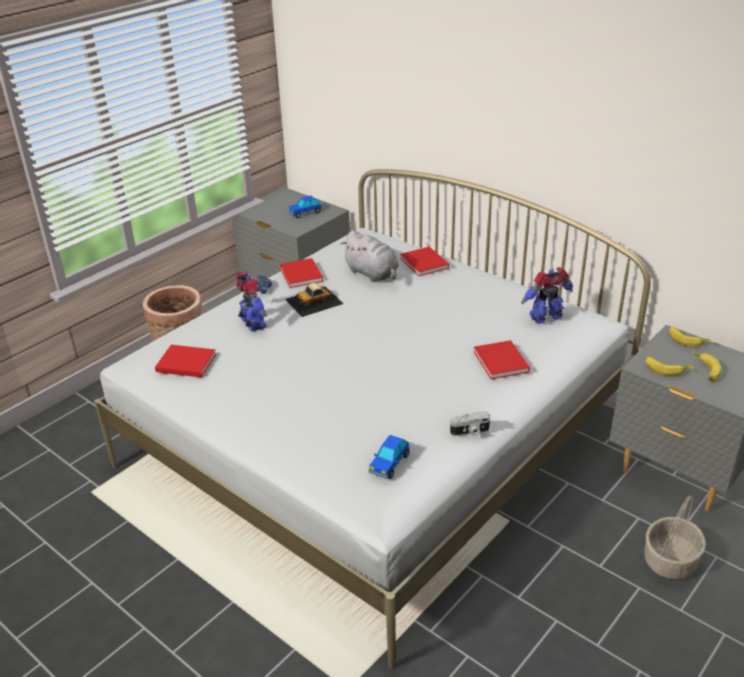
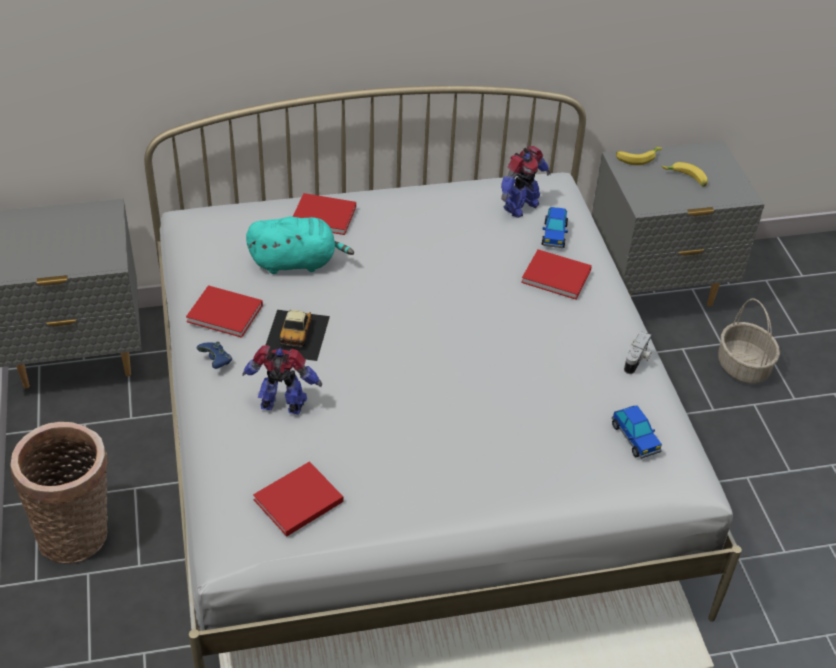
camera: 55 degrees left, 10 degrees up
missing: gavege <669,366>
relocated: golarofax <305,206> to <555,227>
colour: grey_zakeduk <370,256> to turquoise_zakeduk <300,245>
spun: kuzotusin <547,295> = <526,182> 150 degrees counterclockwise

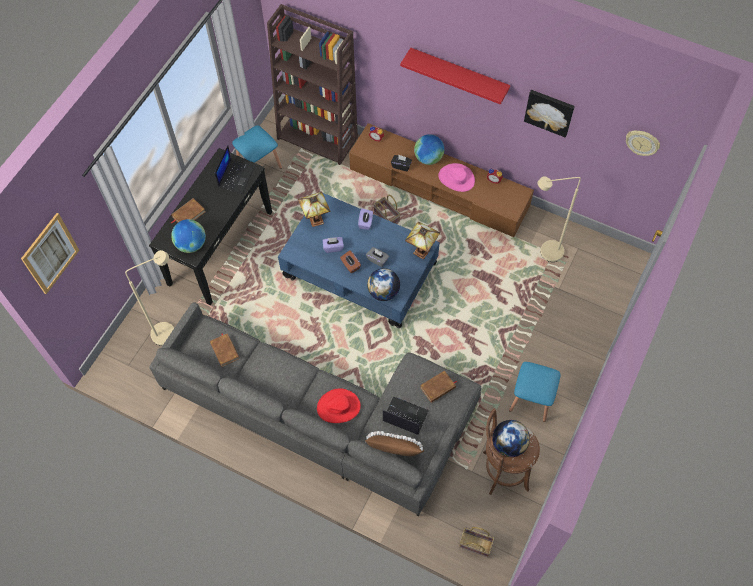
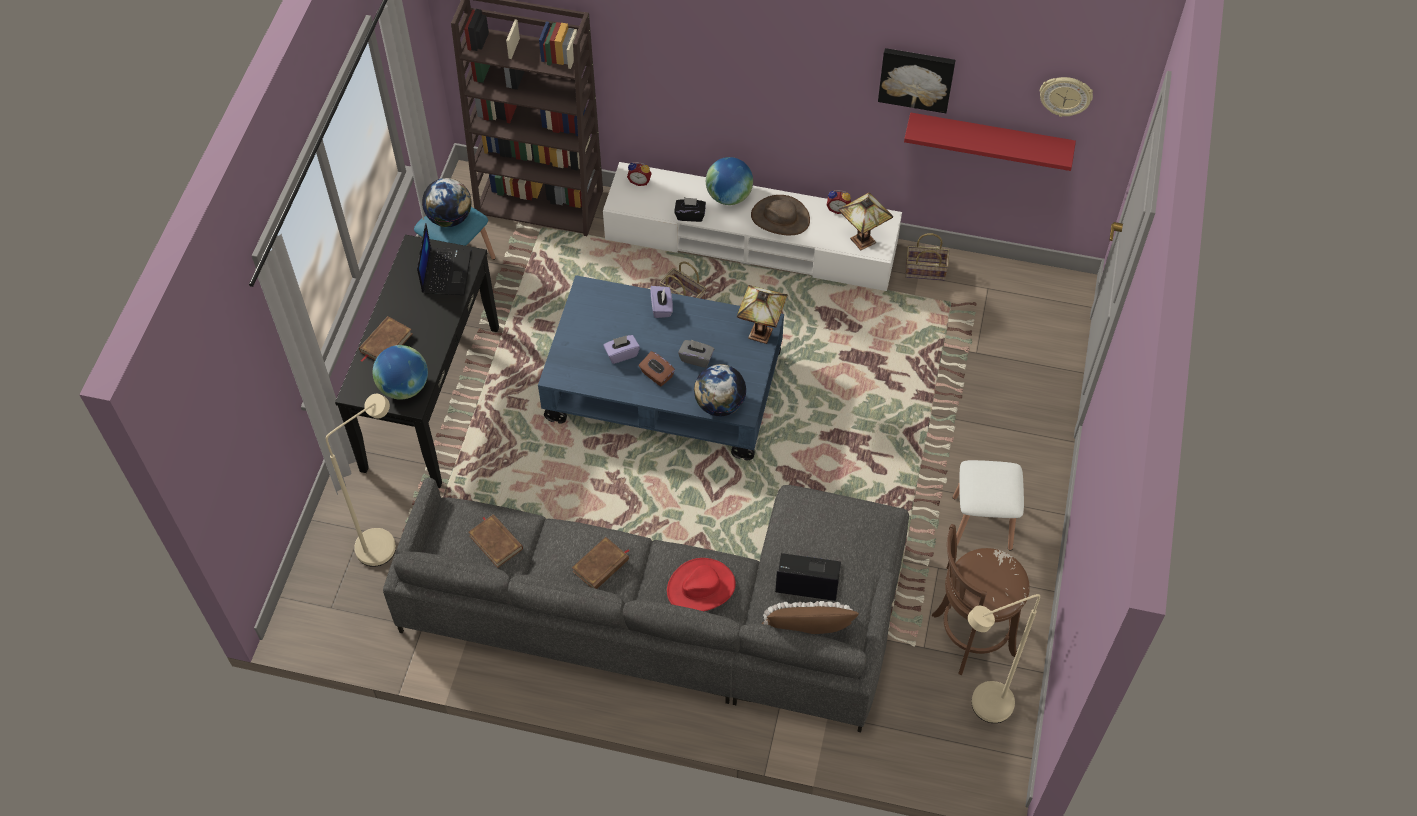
camera: 15 degrees left, 5 degrees down
missing: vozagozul <50,253>
relocated: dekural <314,209> to <865,221>; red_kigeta <455,76> to <990,142>; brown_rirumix <438,386> to <601,563>; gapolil <477,542> to <927,257>; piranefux <511,438> to <447,202>; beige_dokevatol <559,219> to <1004,658>
colour: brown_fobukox <441,180> to white_fobukox <752,226>; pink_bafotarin <456,177> to brown_bafotarin <780,215>; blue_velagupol <534,392> to white_velagupol <988,505>

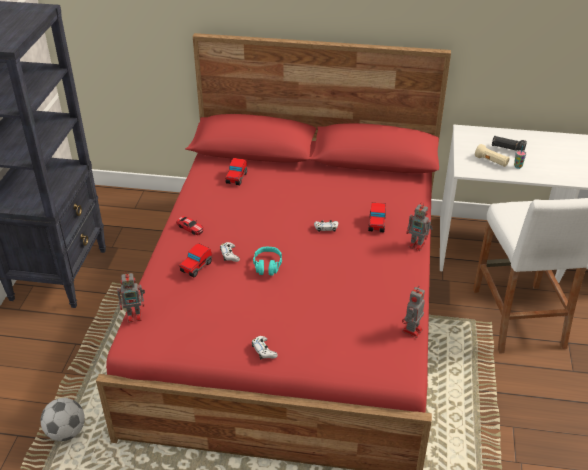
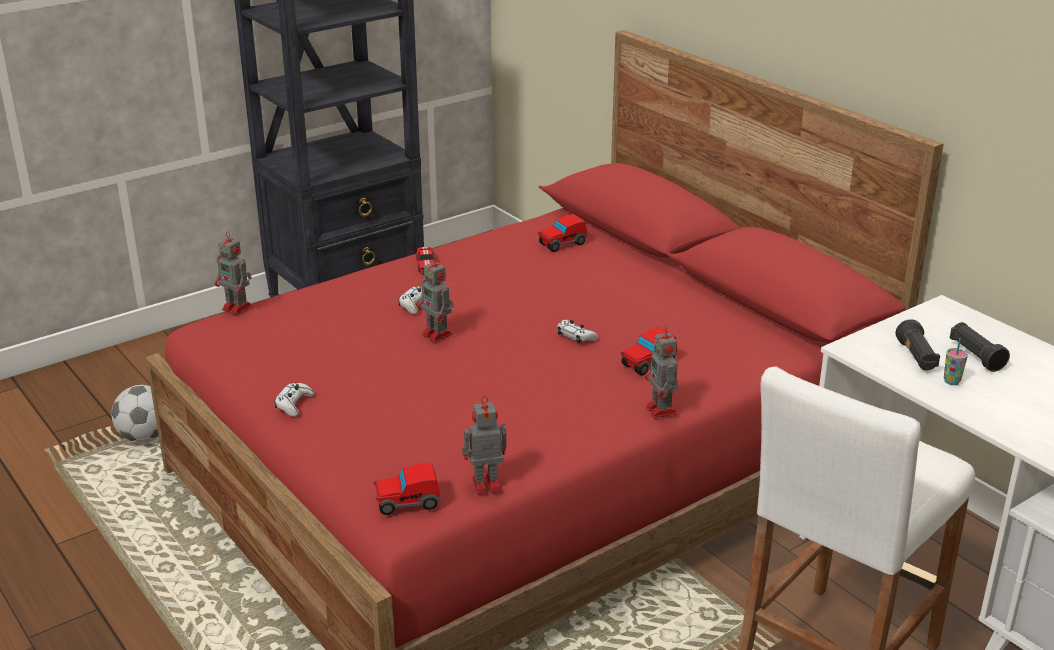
camera: 45 degrees right, 10 degrees down
relocated: golarofax <195,260> to <407,489>
exchanged: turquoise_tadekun <267,261> to kuzotusin <435,299>
colour: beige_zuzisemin <492,155> to black_zuzisemin <918,344>

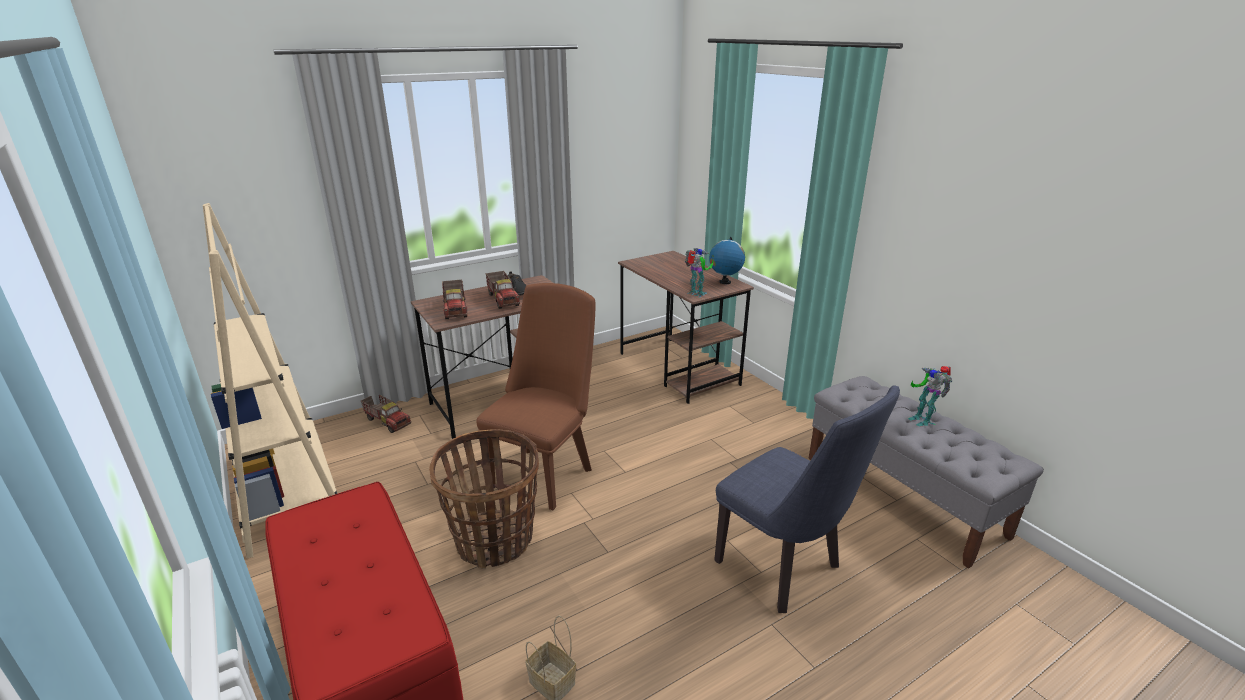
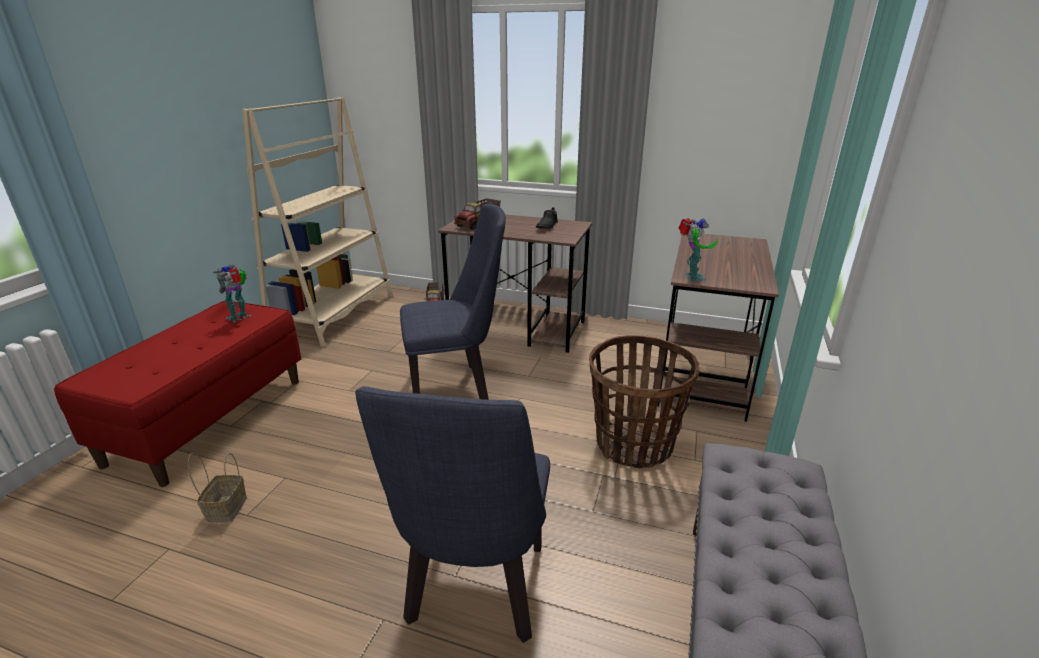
camera: 50 degrees right, 0 degrees up
missing: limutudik <502,290>; piranefux <727,260>
relocated: gapolil <484,499> to <644,401>; kuzotusin <930,396> to <232,294>
colour: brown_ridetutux <535,396> to blue_ridetutux <453,302>

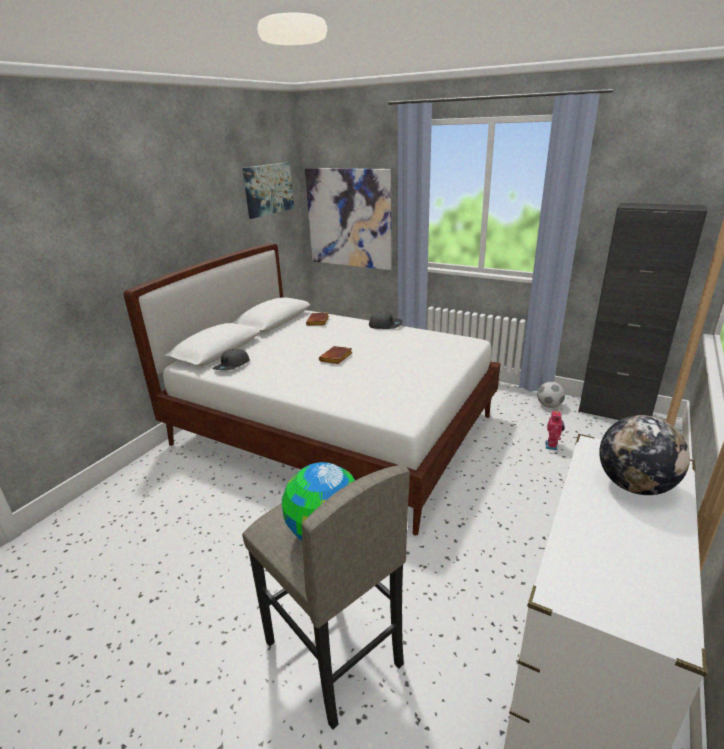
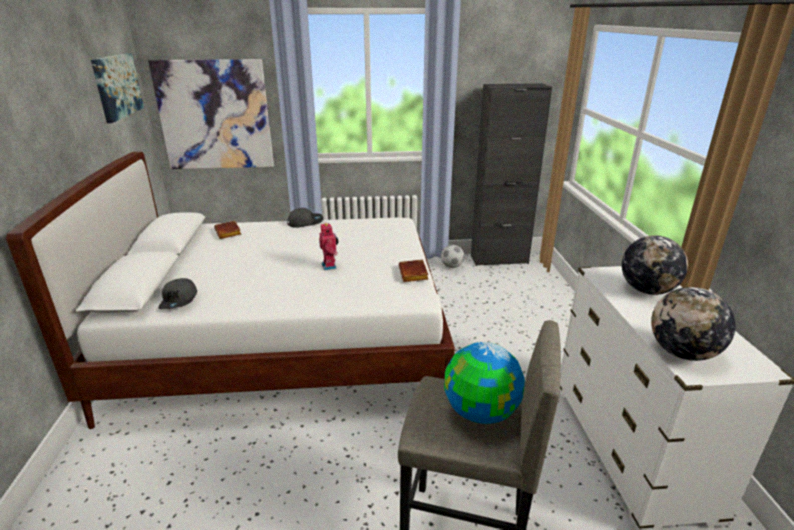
camera: 35 degrees left, 0 degrees up
appeared: piranefux <693,324>
relocated: brown_rirumix <336,355> to <414,270>; kuzotusin <555,430> to <328,246>

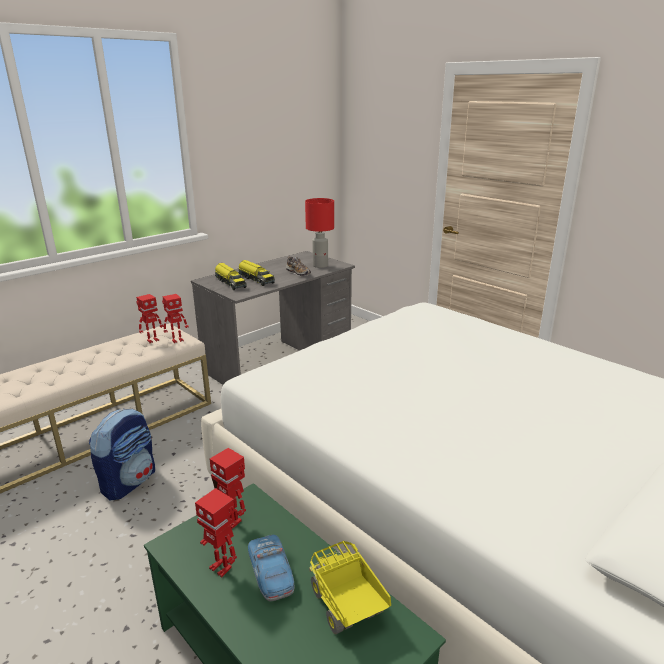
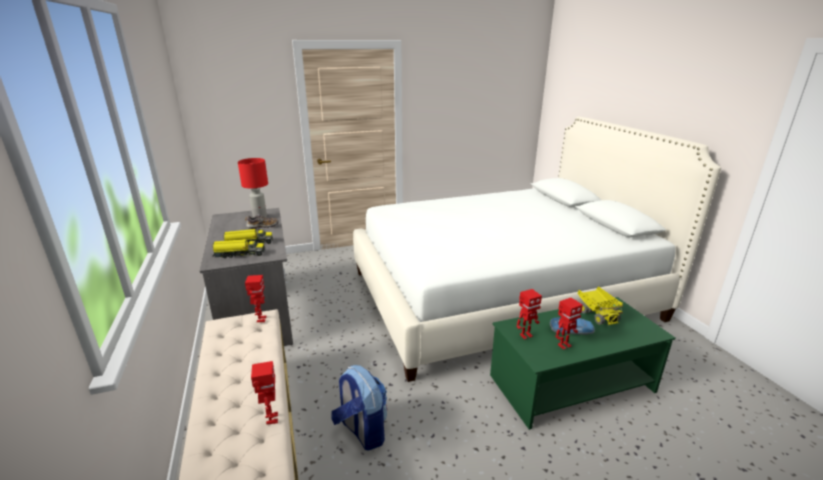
camera: 65 degrees left, 0 degrees up
relocated: kuzotusin <150,318> to <264,393>
spun: limutudik <350,587> = <600,305> 105 degrees counterclockwise

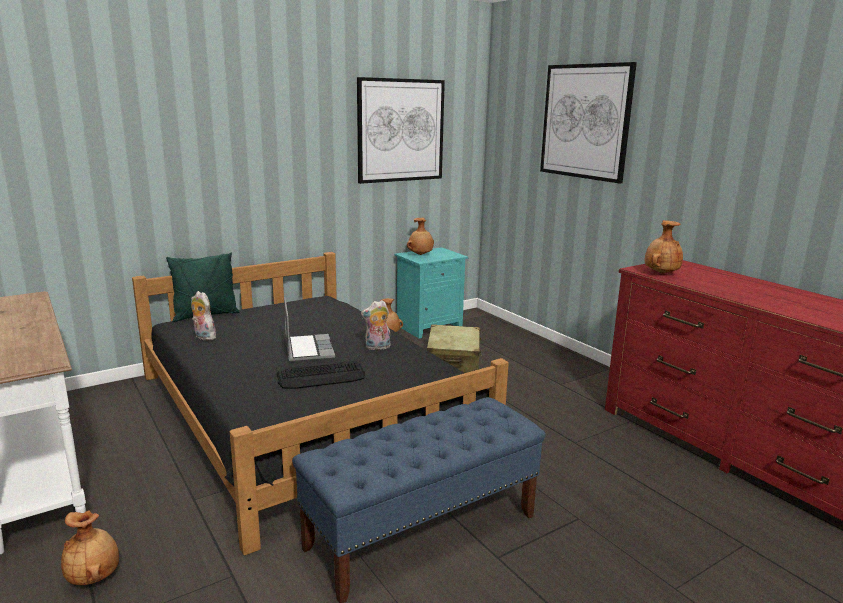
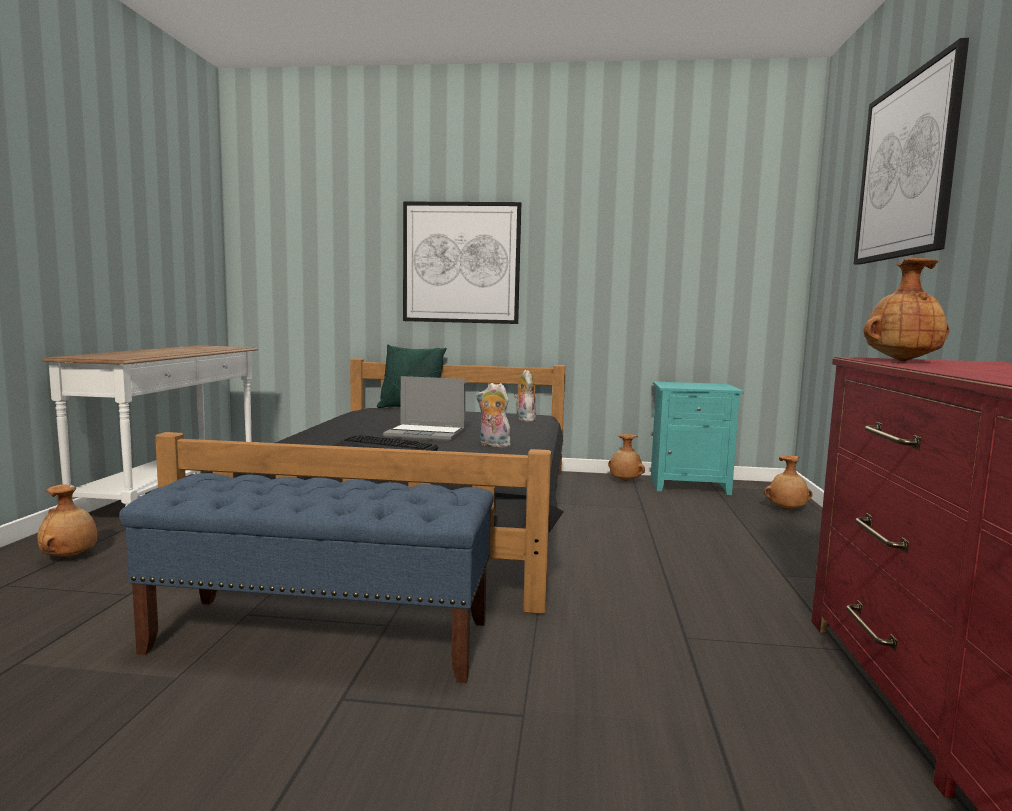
camera: 40 degrees right, 10 degrees down
missing: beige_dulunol <454,349>
relocated: zakeduk <204,316> to <525,396>; vozagozul <401,130> to <462,263>; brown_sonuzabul <420,236> to <788,482>
spun: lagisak <309,329> = <424,408> 75 degrees clockwise

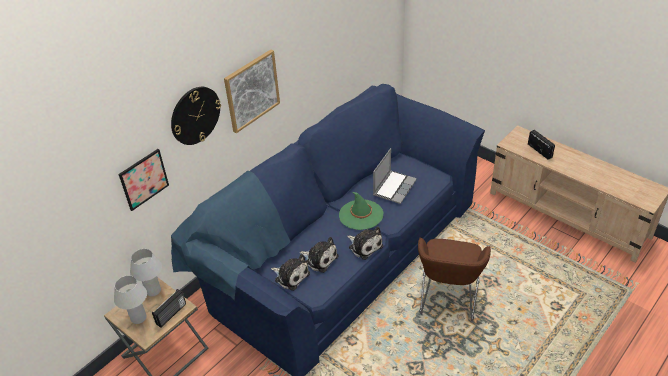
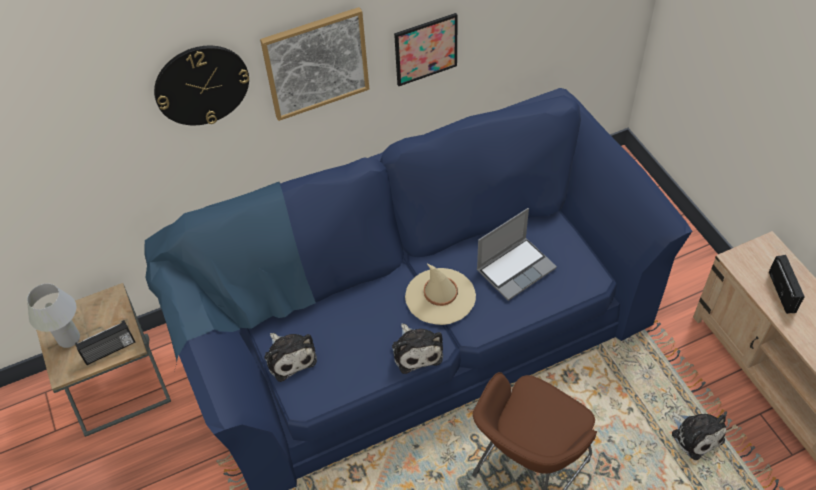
camera: 25 degrees right, 10 degrees up
missing: white_dekural <146,272>
relocated: vozagozul <143,180> to <426,49>; zakeduk <319,255> to <698,435>
colour: green_bafotarin <361,211> to beige_bafotarin <440,294>

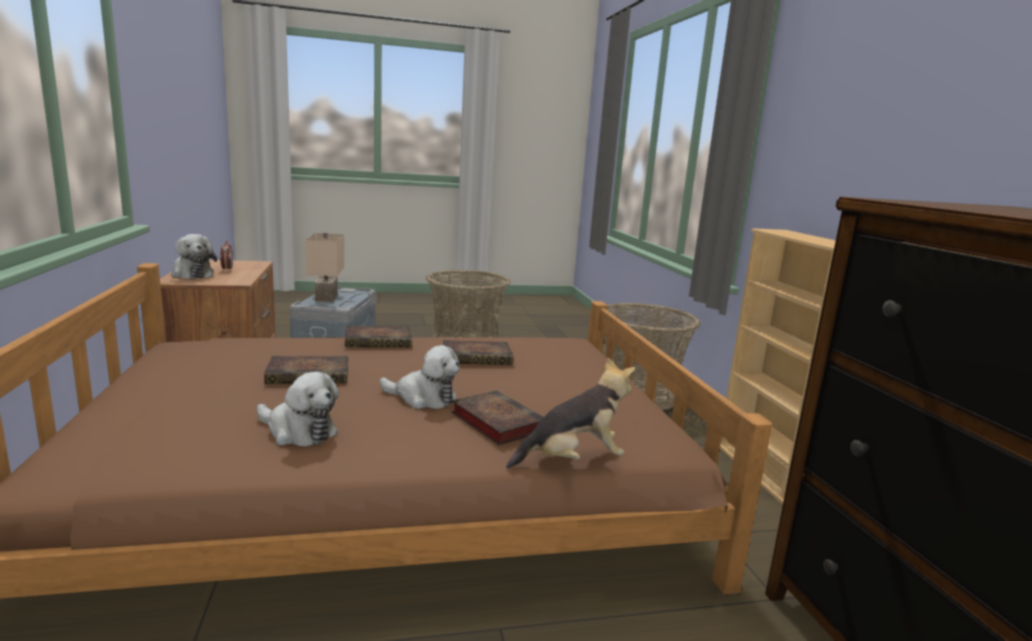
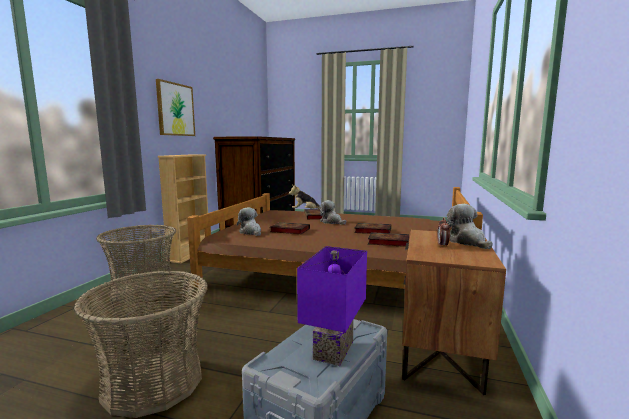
camera: 150 degrees left, 5 degrees down
appeared: vozagozul <175,107>
relocated: zakeduk <298,409> to <249,221>; rirumix <378,336> to <388,239>
colour: beige_dekural <324,267> to purple_dekural <332,306>

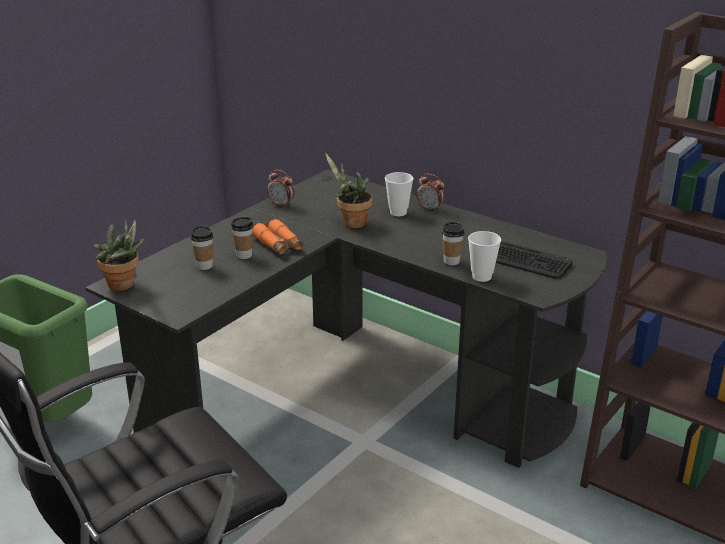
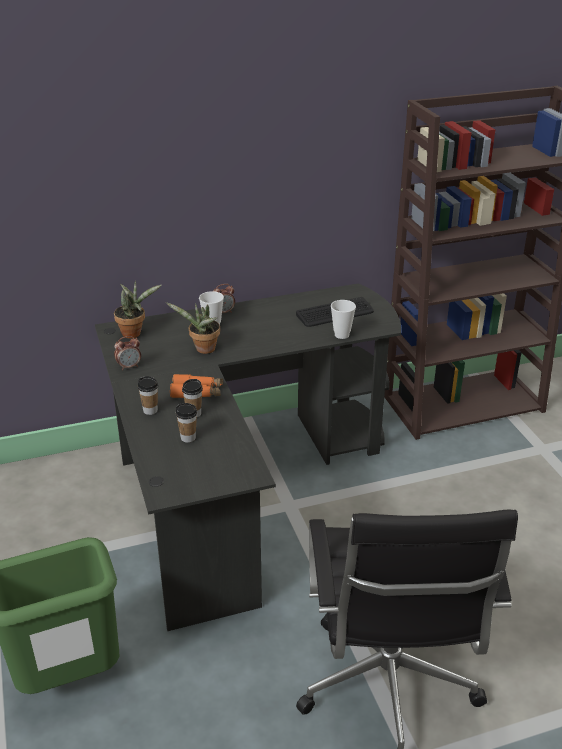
camera: 55 degrees left, 5 degrees up
relocated: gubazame <118,255> to <138,309>; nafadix <453,243> to <148,395>

